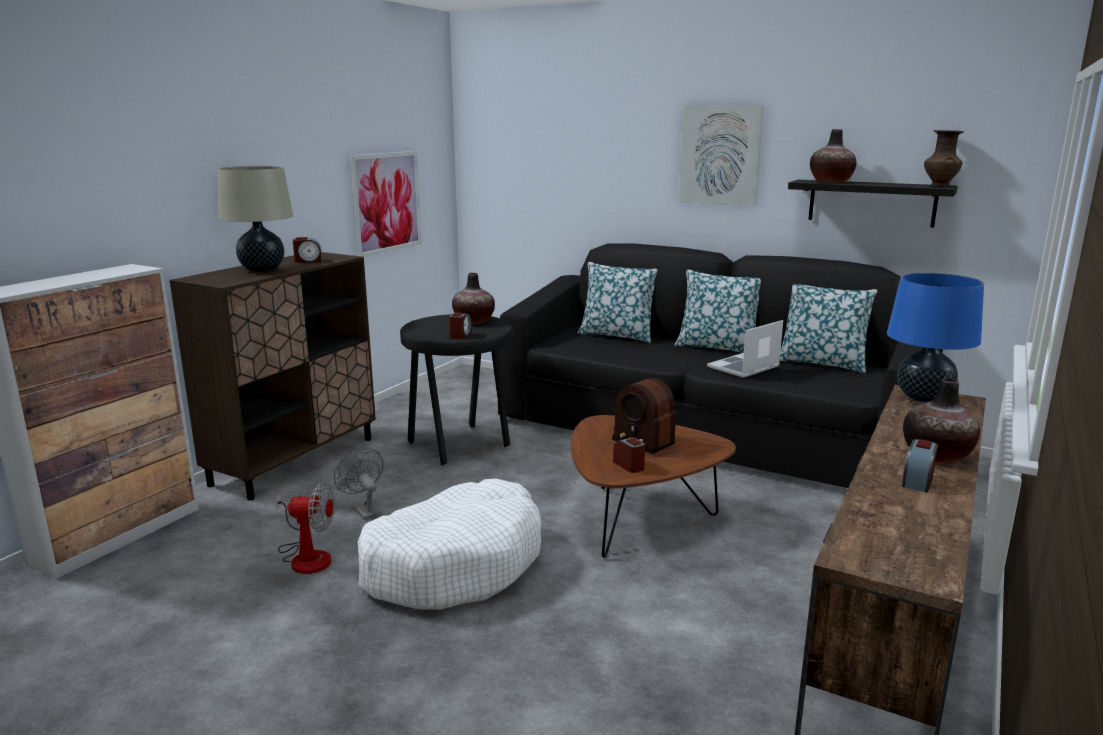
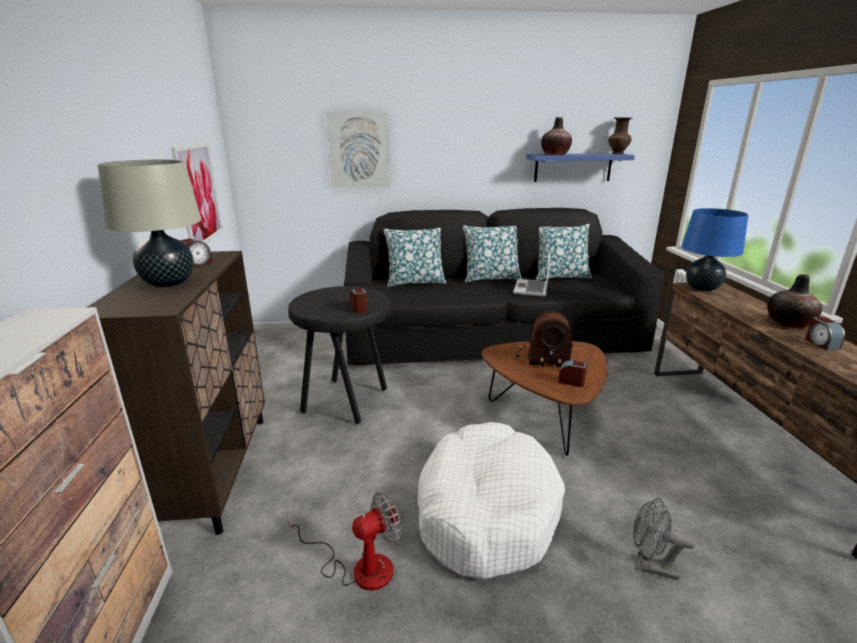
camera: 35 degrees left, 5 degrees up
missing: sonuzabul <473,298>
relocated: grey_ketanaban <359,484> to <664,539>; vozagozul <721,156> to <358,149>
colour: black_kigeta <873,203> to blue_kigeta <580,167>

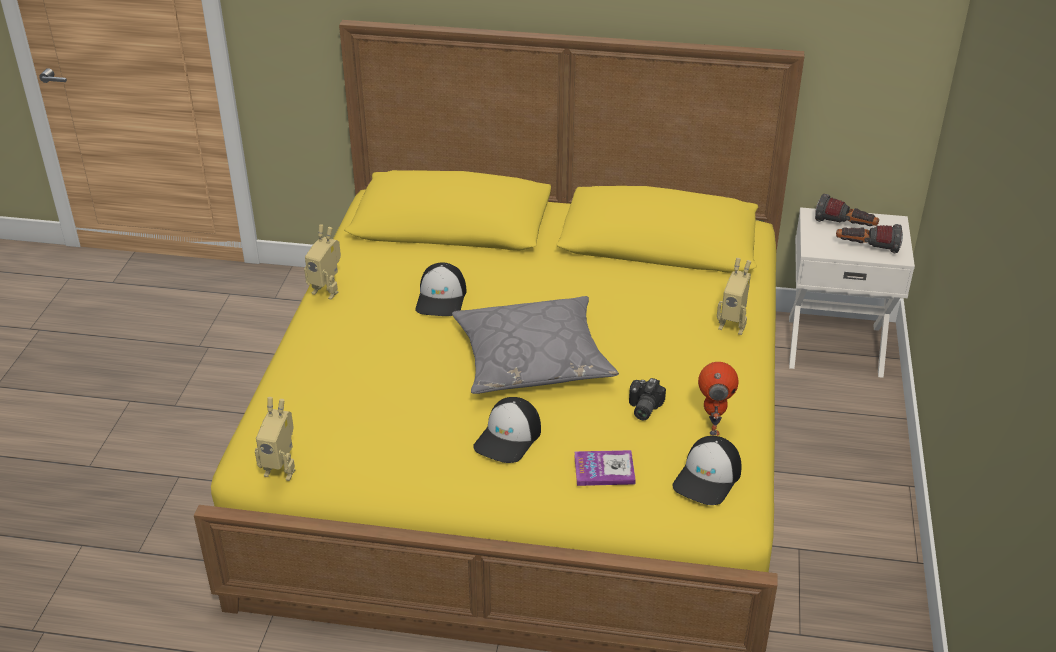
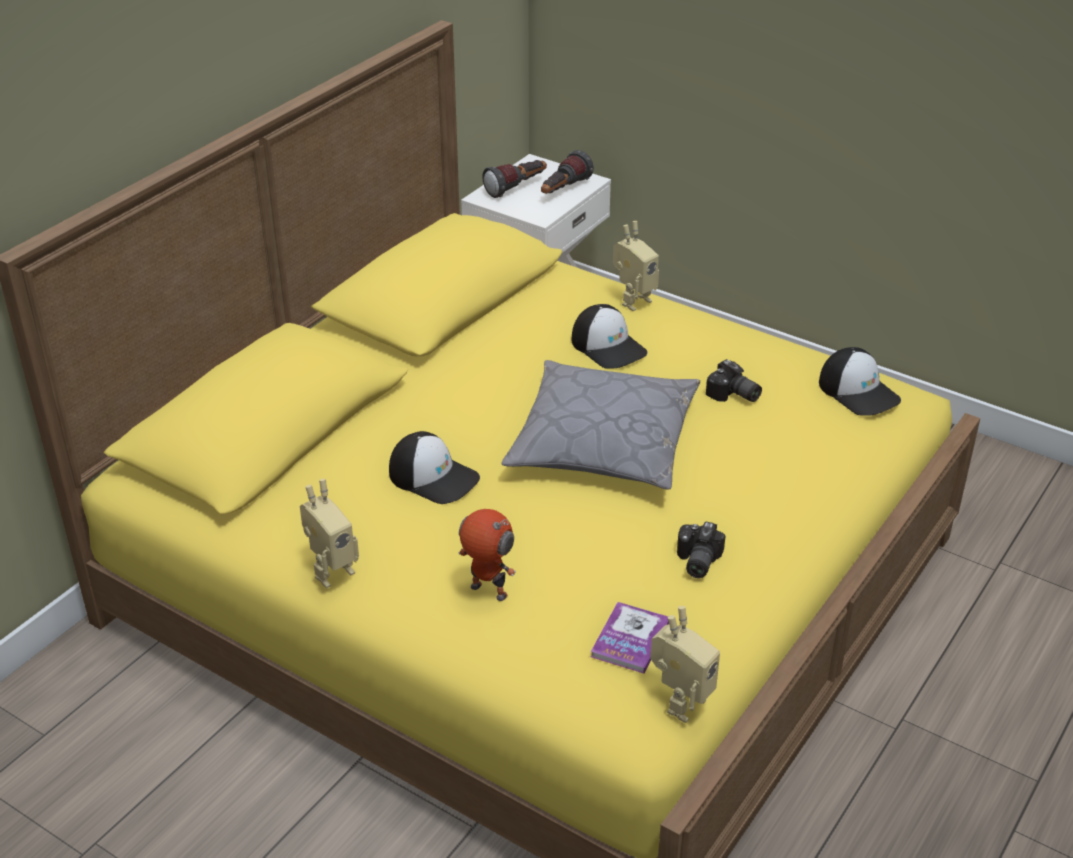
camera: 65 degrees left, 0 degrees up
appeared: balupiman <701,550>
relocated: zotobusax <507,430> to <610,336>; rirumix <605,468> to <630,638>; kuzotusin <718,399> to <487,555>

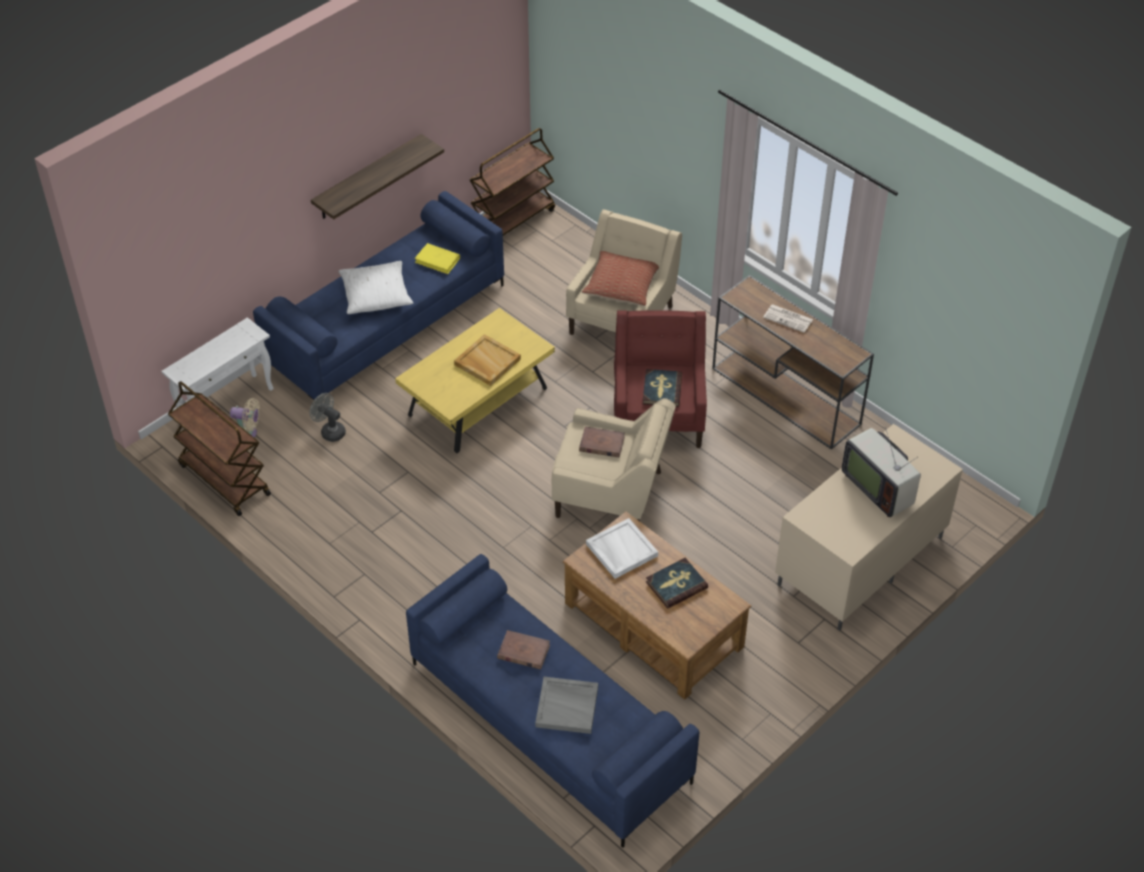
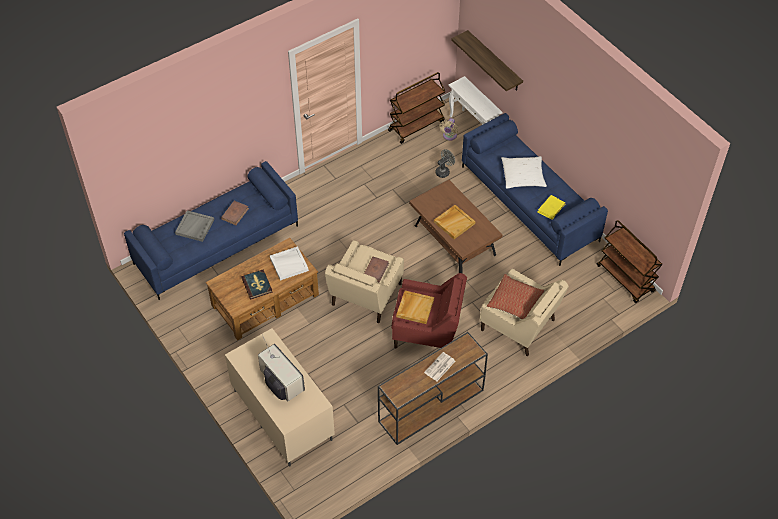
camera: 100 degrees right, 5 degrees up
relocated: kigeta <377,176> to <487,60>
exchanged: rirumix <662,388> to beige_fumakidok <415,307>
colour: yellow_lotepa <475,380> to brown_lotepa <456,227>
spun: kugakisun <881,472> = <281,368> 75 degrees clockwise

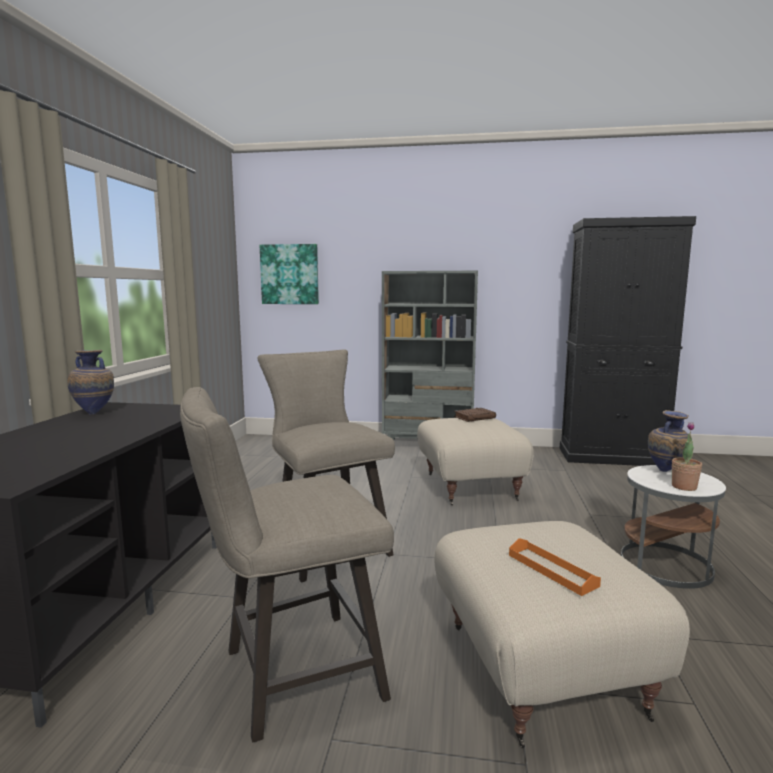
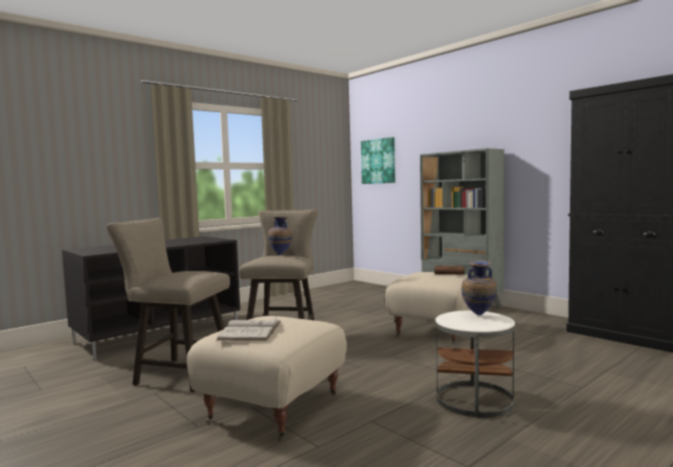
camera: 40 degrees right, 5 degrees down
missing: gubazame <687,456>
relocated: sonuzabul <90,382> to <280,235>
exchanged: orange_fumakidok <555,567> to white_rirumix <248,329>

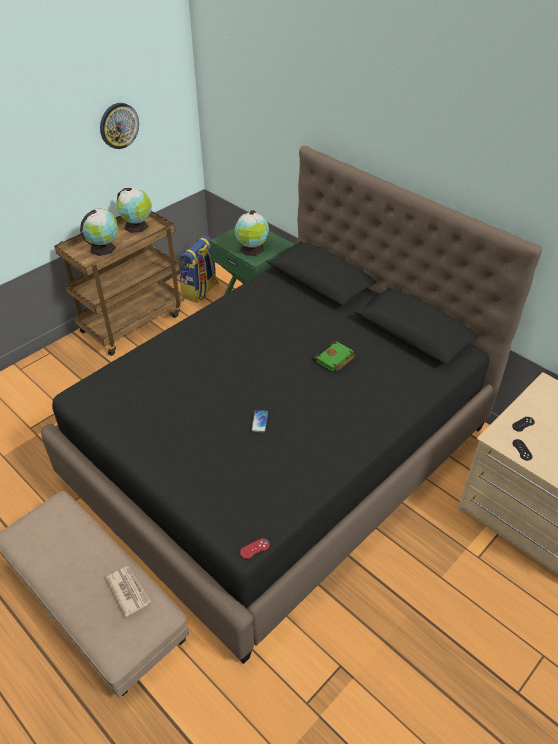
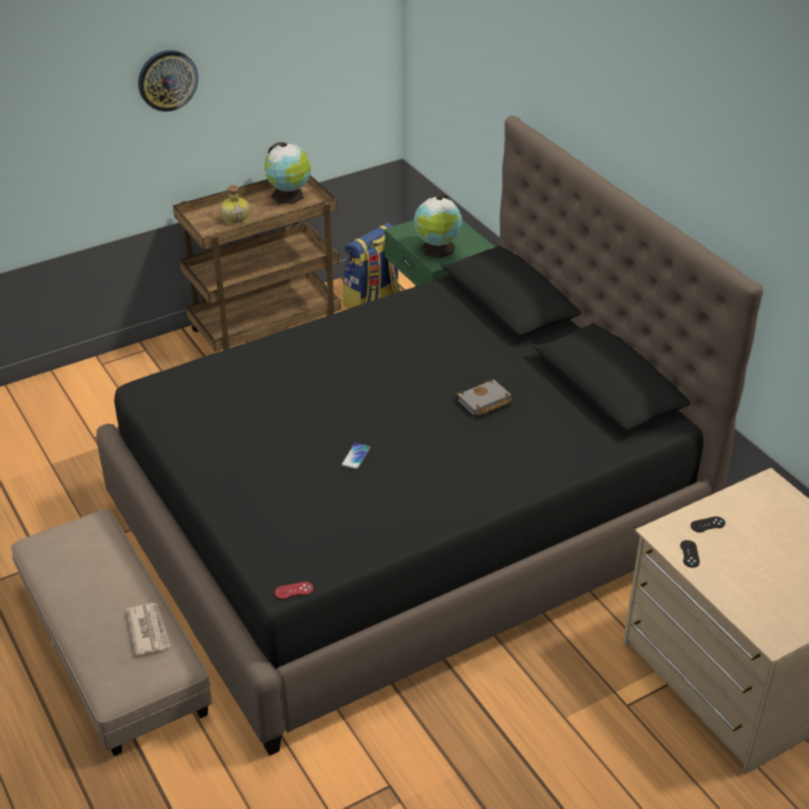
camera: 15 degrees right, 5 degrees down
relocated: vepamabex <119,126> to <168,81>
exchanged: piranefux <99,232> to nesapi <235,204>
colour: green_rirumix <335,357> to grey_rirumix <484,397>

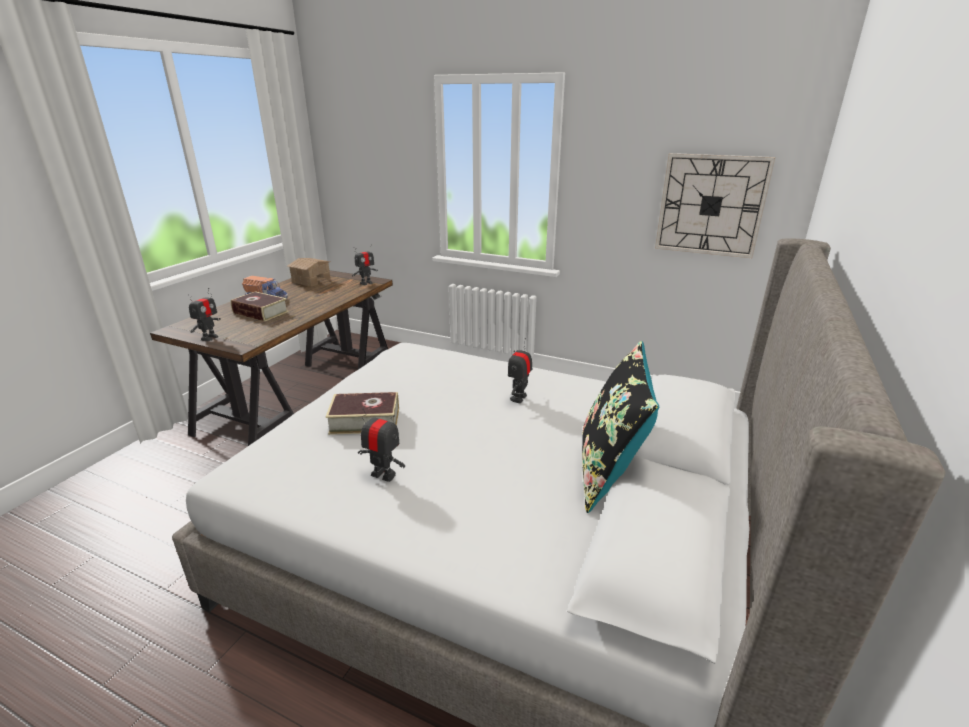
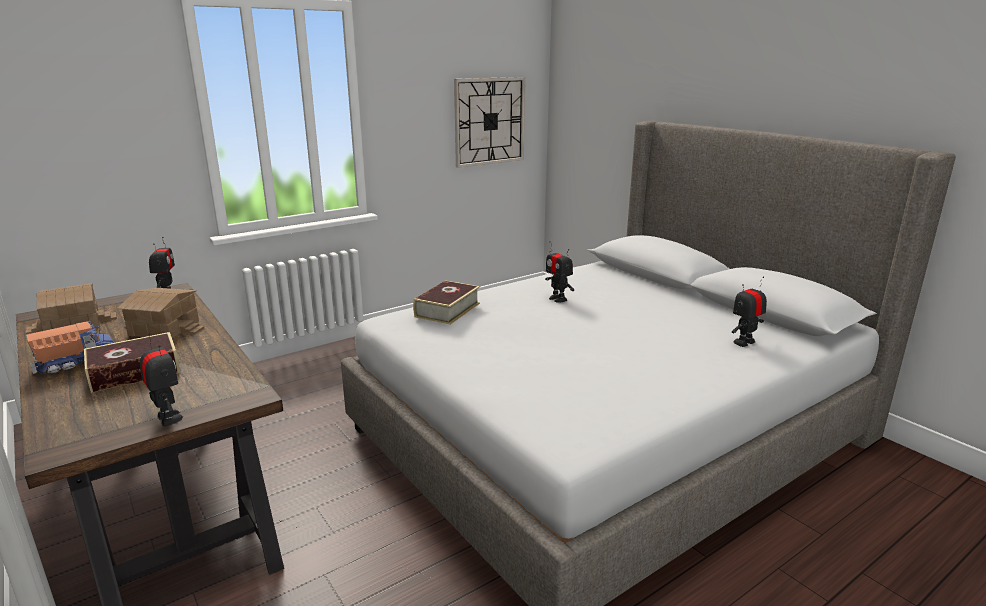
camera: 60 degrees left, 5 degrees down
missing: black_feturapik <620,427>
appeared: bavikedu <160,313>
relocated: rirumix <362,413> to <446,302>; kuzotusin <381,445> to <749,311>

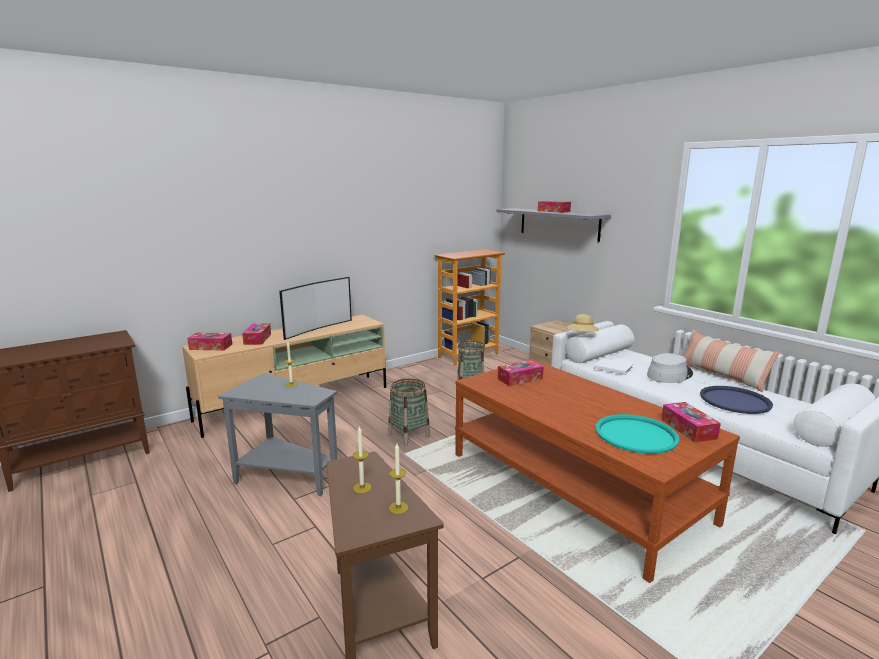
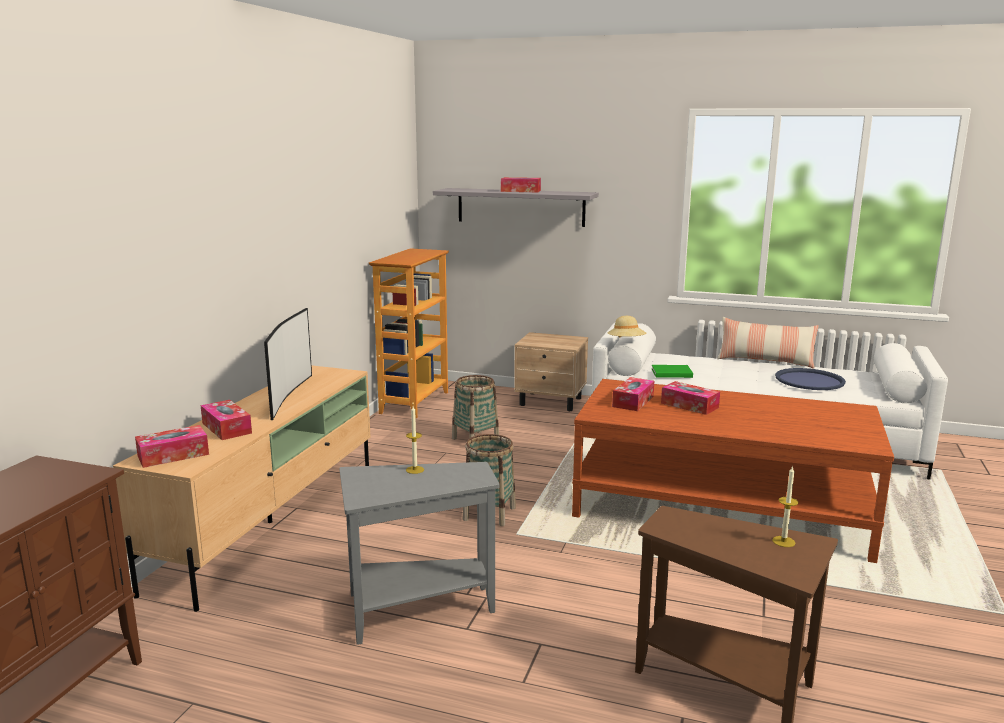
camera: 35 degrees left, 0 degrees up
missing: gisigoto <362,460>; turquoise_fumakidok <638,434>; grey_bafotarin <670,368>
relocated: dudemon <691,422> to <690,398>
colour: white_rirumix <613,366> to green_rirumix <672,371>

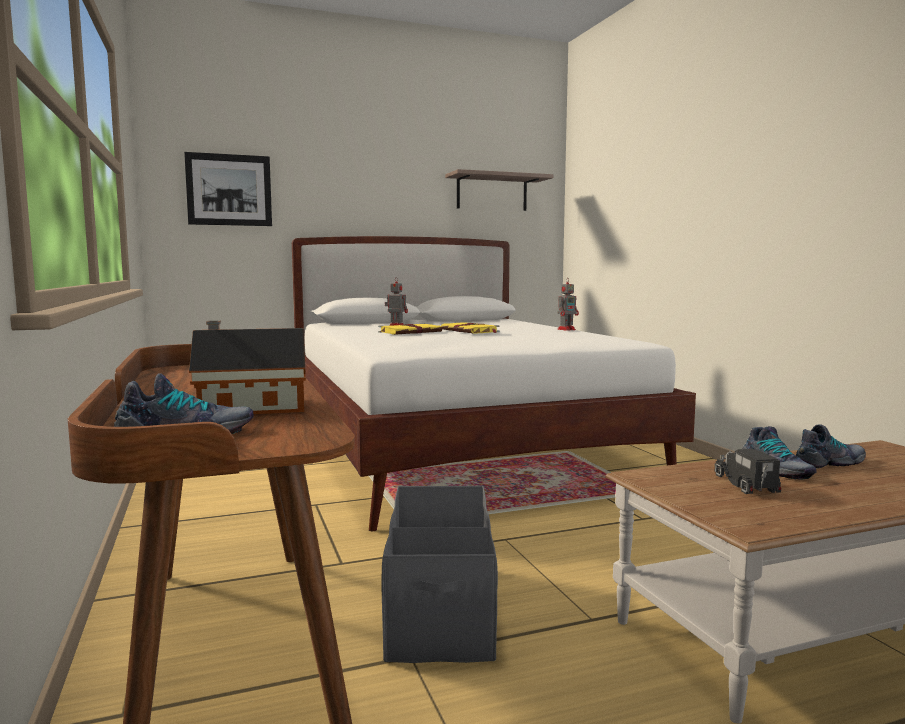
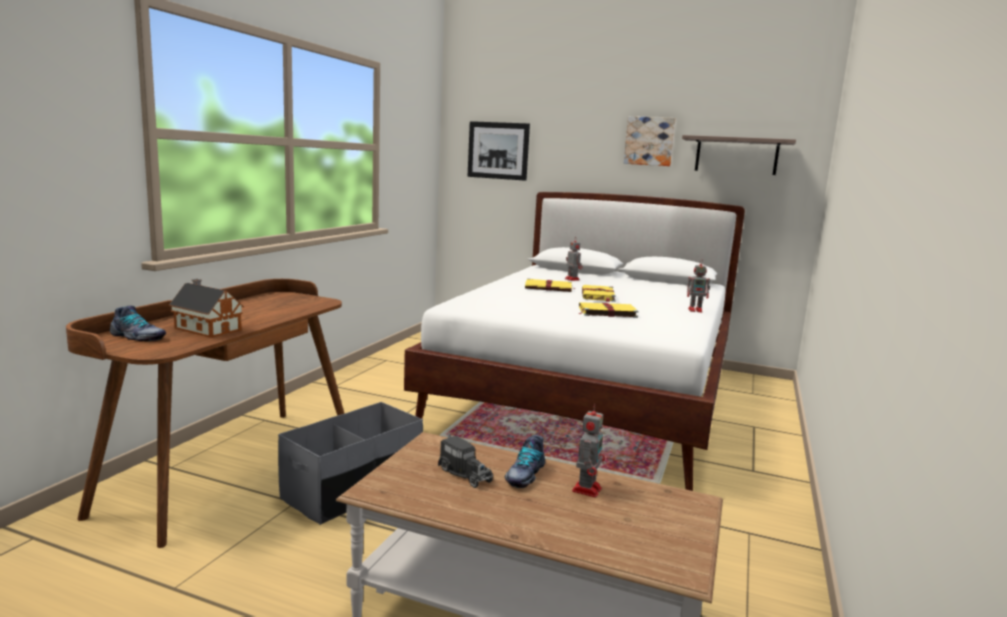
camera: 40 degrees right, 5 degrees up
appeared: yellow_rirumix <609,310>; vozagozul <650,141>
exchanged: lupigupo <831,446> to kuzotusin <588,451>
spun: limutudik <748,471> = <465,460> 105 degrees clockwise

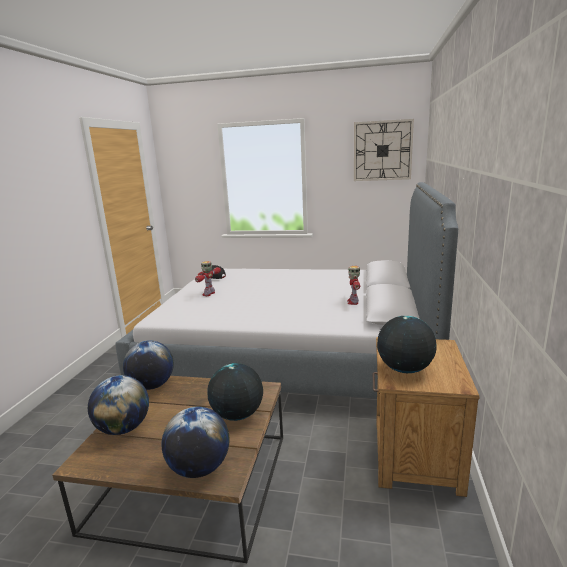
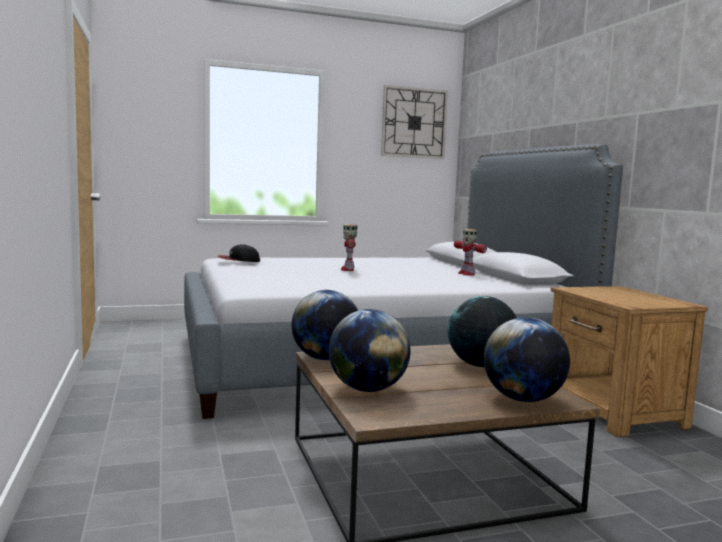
camera: 30 degrees left, 10 degrees down
missing: piranefux <407,344>
relocated: kuzotusin <208,278> to <349,247>

